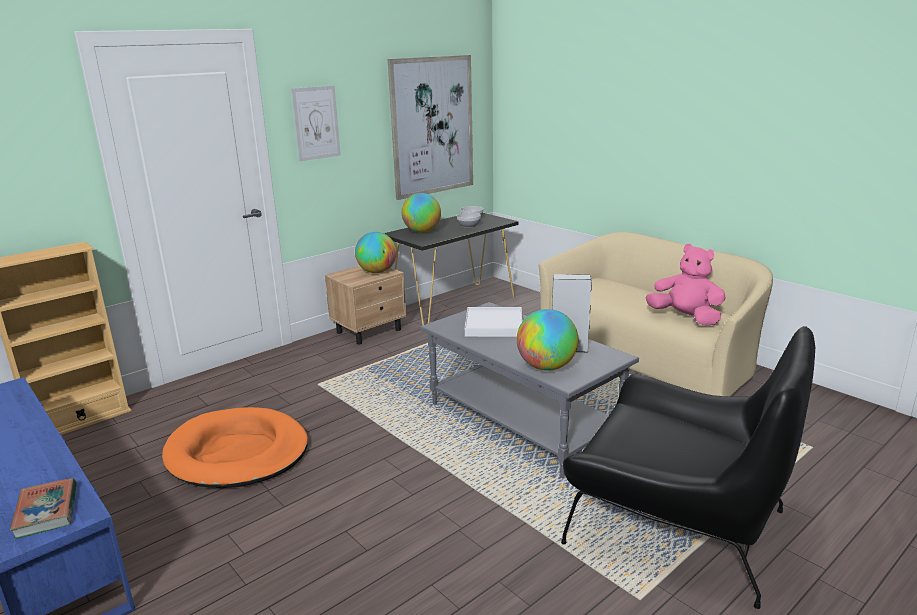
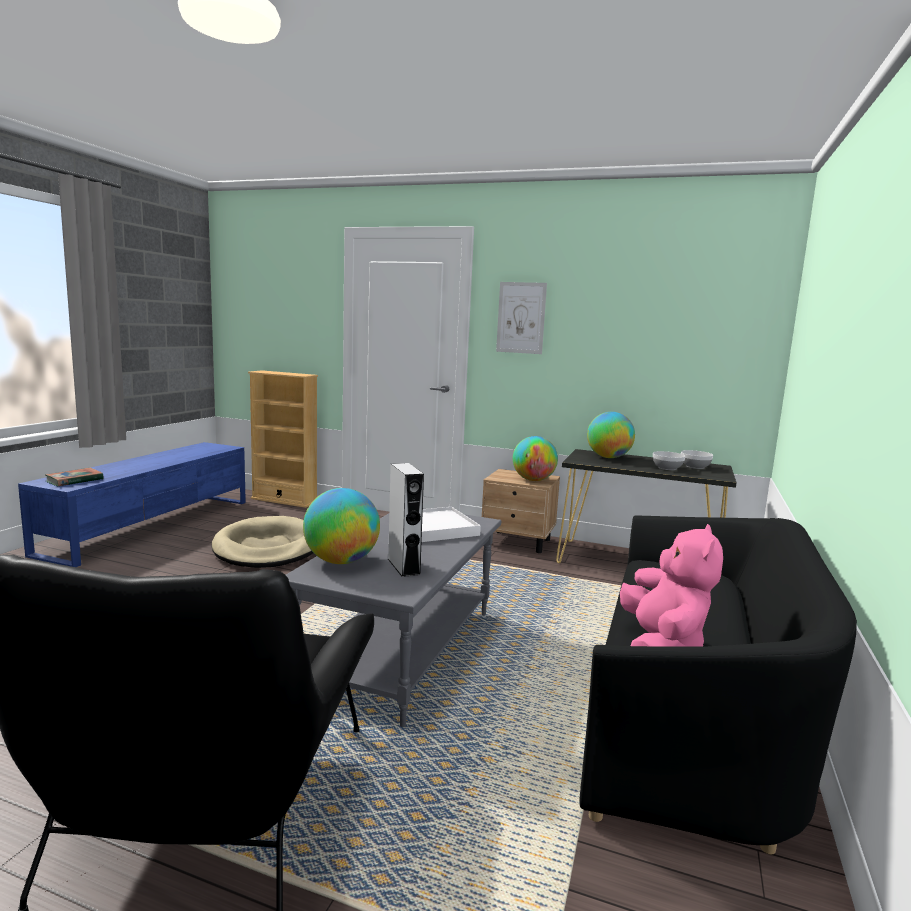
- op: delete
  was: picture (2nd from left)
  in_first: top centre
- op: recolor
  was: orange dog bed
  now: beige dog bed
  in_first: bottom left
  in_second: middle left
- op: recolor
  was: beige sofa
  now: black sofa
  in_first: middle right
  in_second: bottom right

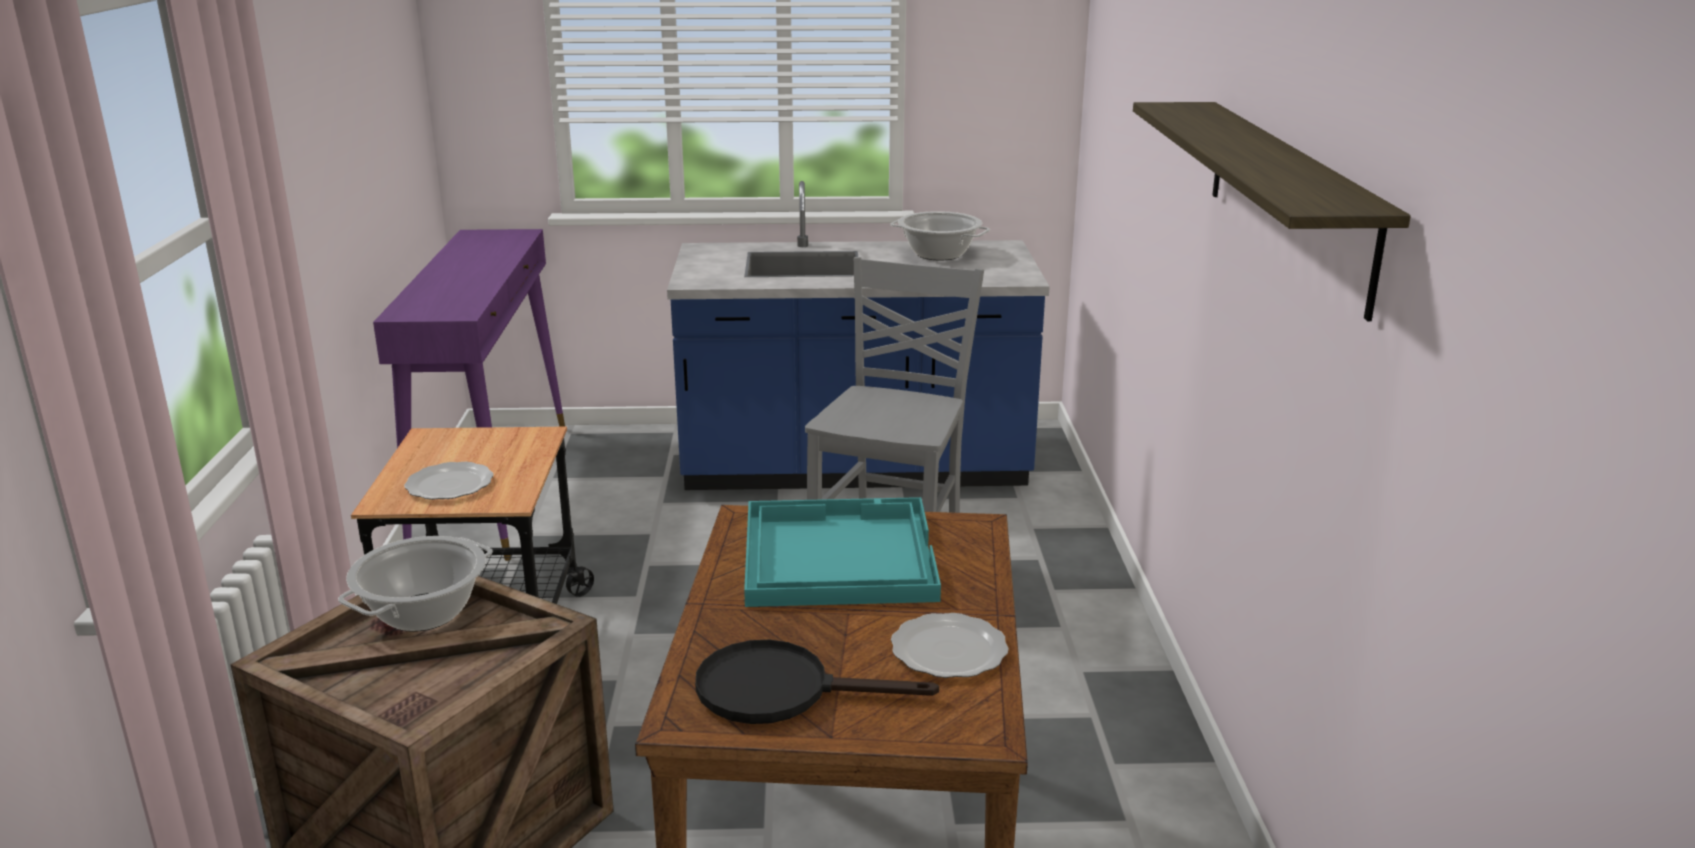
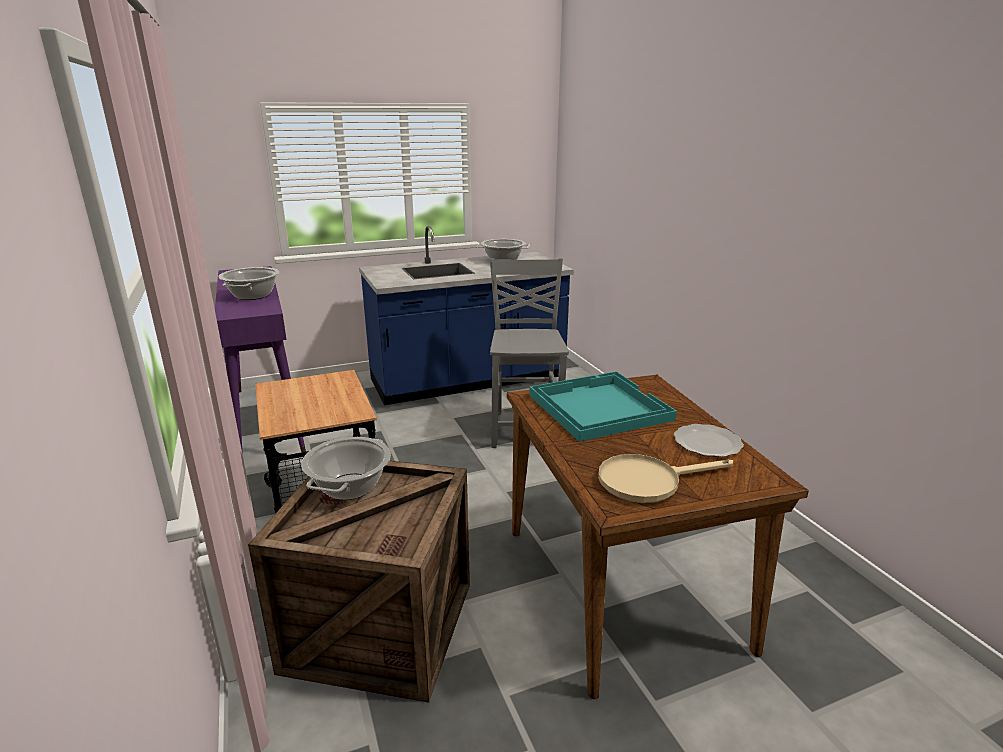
- op: delete
  was: plate (1st from left)
  in_first: middle left
- op: delete
  was: shelf
  in_first: top right
- op: insert
  now: cooking pot (1st from left)
  in_second: middle left
- op: recolor
  was: black frying pan
  now: beige frying pan
  in_first: bottom centre
  in_second: centre

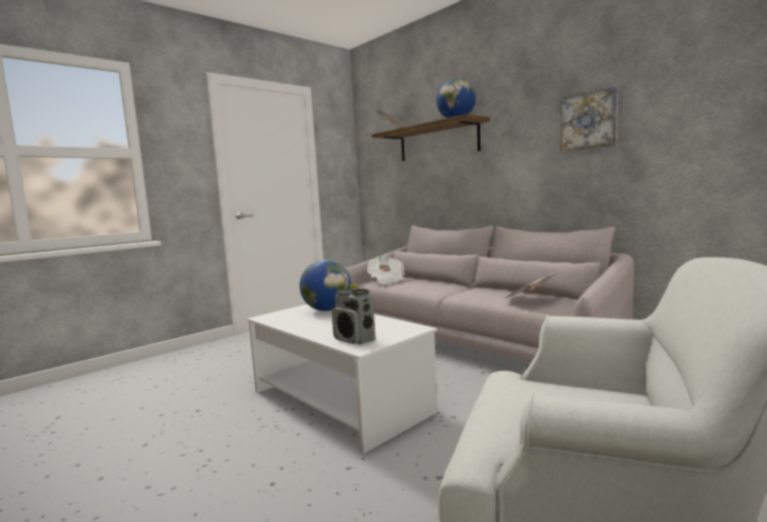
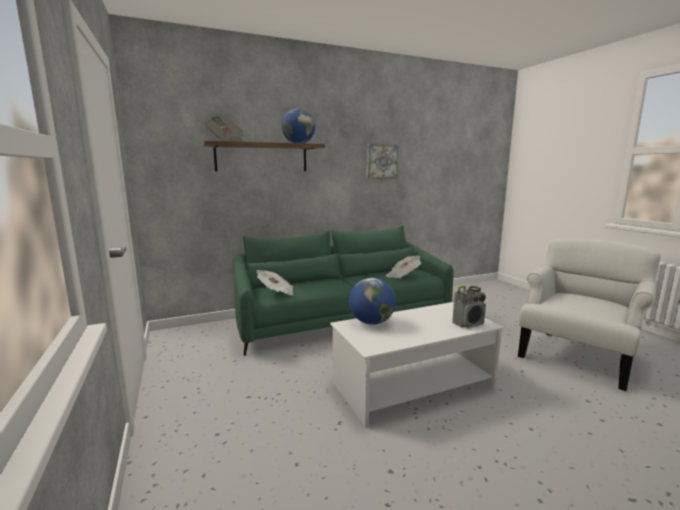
- op: recolor
  was: grey sofa
  now: green sofa
  in_first: centre
  in_second: centre

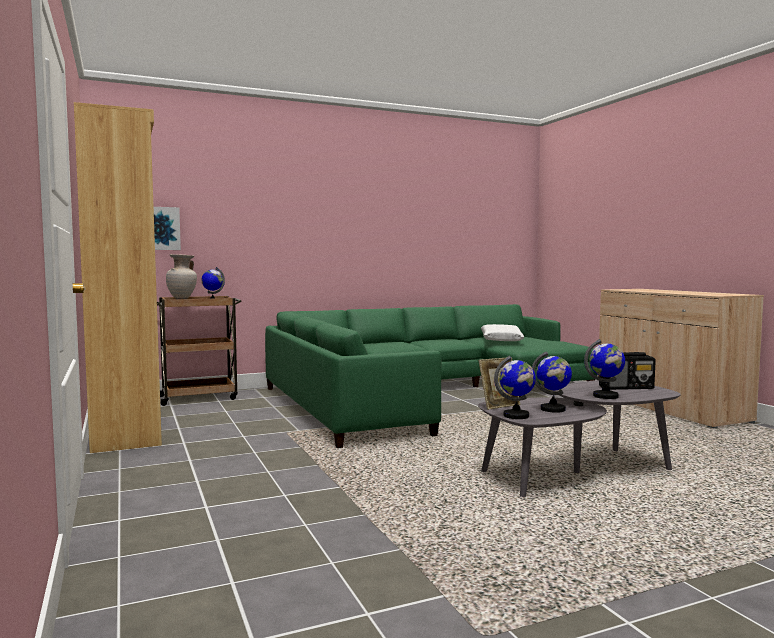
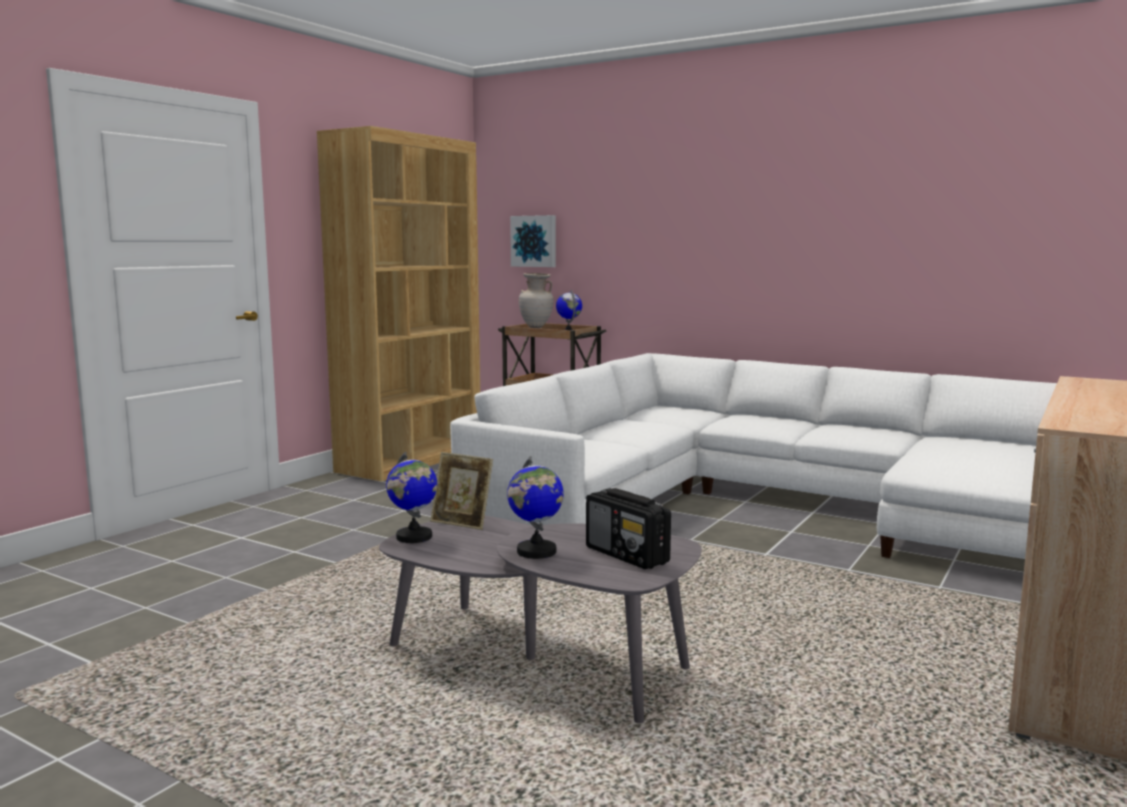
- op: delete
  was: white pillow
  in_first: centre
- op: delete
  was: globe (3rd from left)
  in_first: middle right
- op: recolor
  was: green sofa
  now: white sofa
  in_first: centre
  in_second: middle right

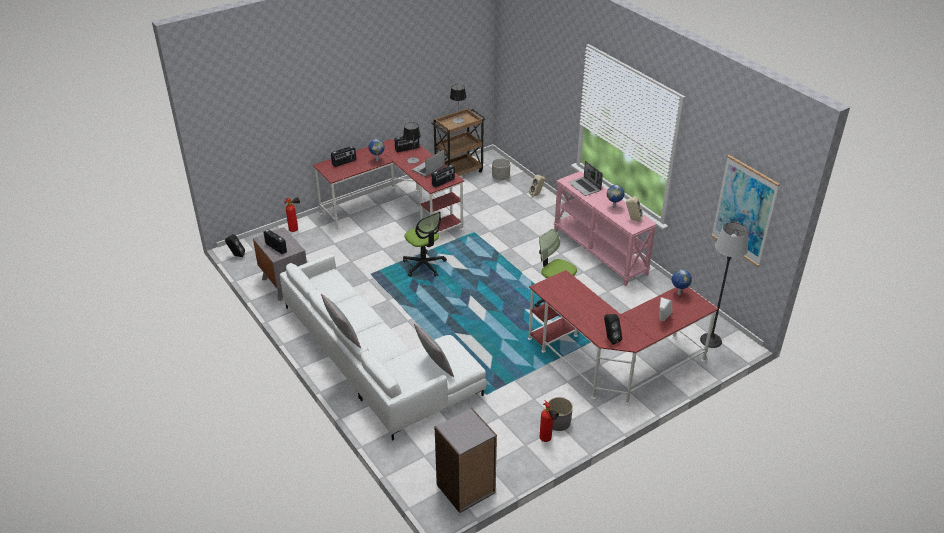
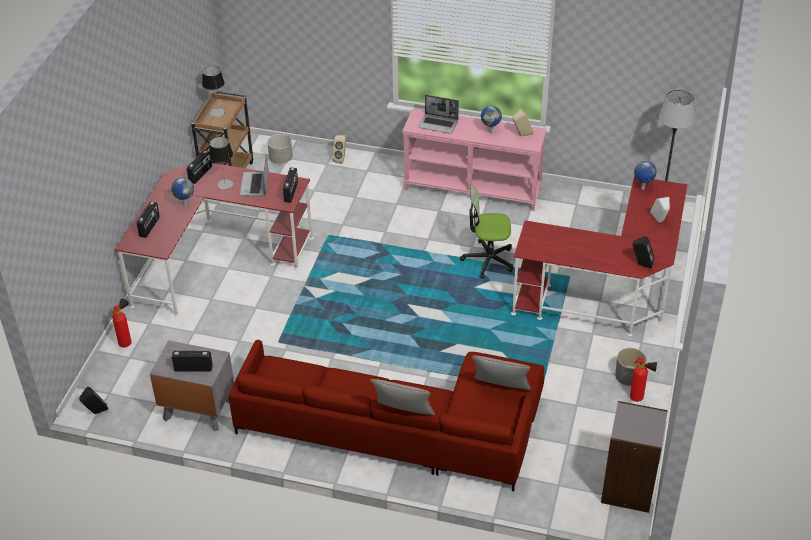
- op: delete
  was: office chair (1st from left)
  in_first: centre
- op: delete
  was: picture
  in_first: middle right
- op: recolor
  was: white sofa
  now: red sofa
  in_first: centre
  in_second: bottom centre

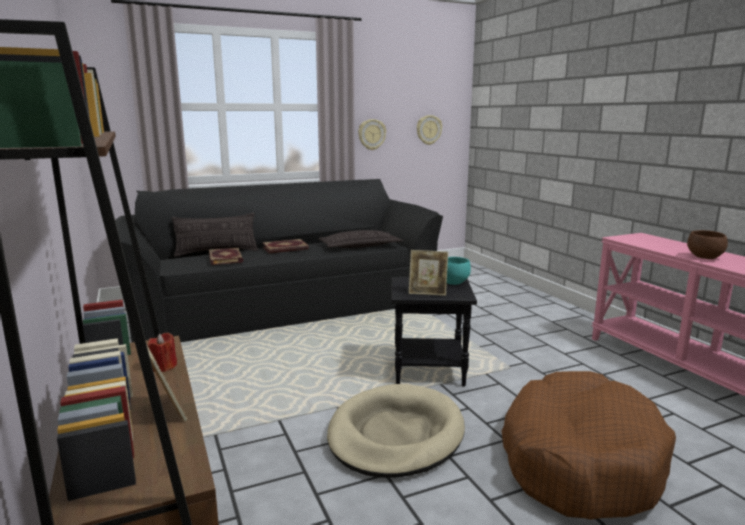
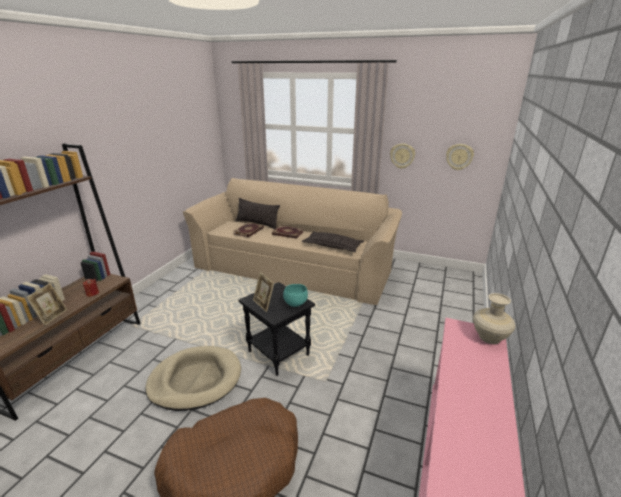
- op: delete
  was: brown bowl
  in_first: middle right
- op: insert
  now: beige vase
  in_second: middle right
- op: recolor
  was: black sofa
  now: beige sofa
  in_first: centre
  in_second: centre

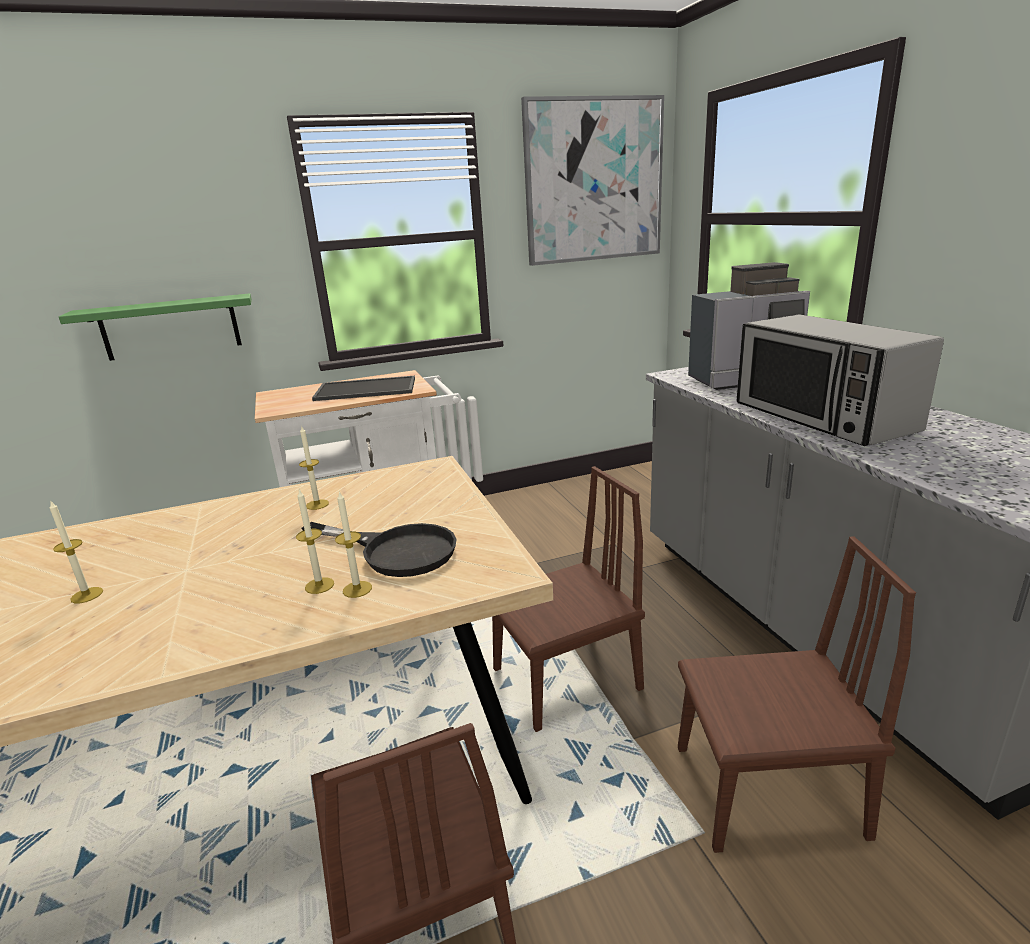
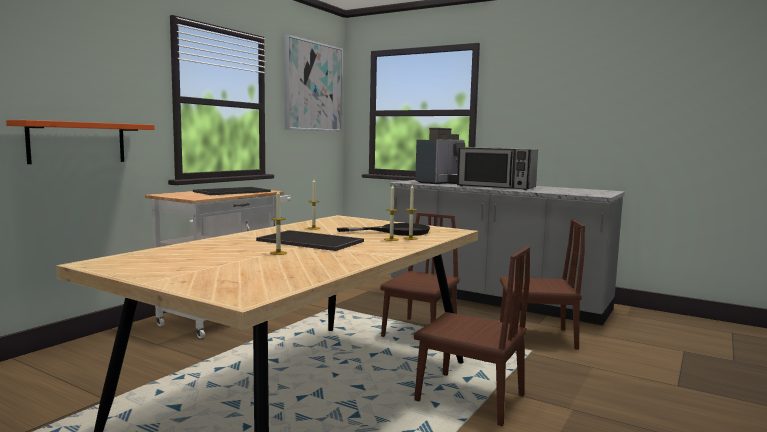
- op: insert
  now: tray (2nd from left)
  in_second: centre
- op: recolor
  was: green shelf
  now: orange shelf
  in_first: middle left
  in_second: top left
- op: rotate
  was: brown chair (3rd from left)
  in_first: bottom right
  in_second: middle right
  clockwise: 45

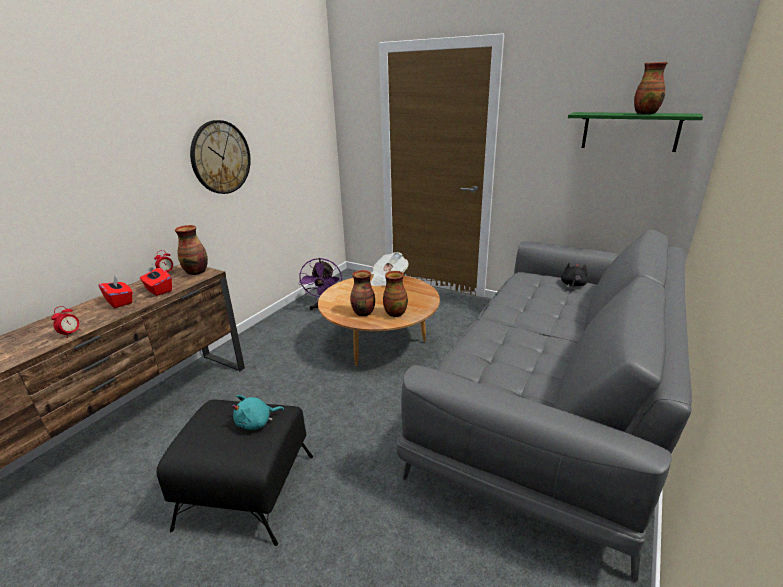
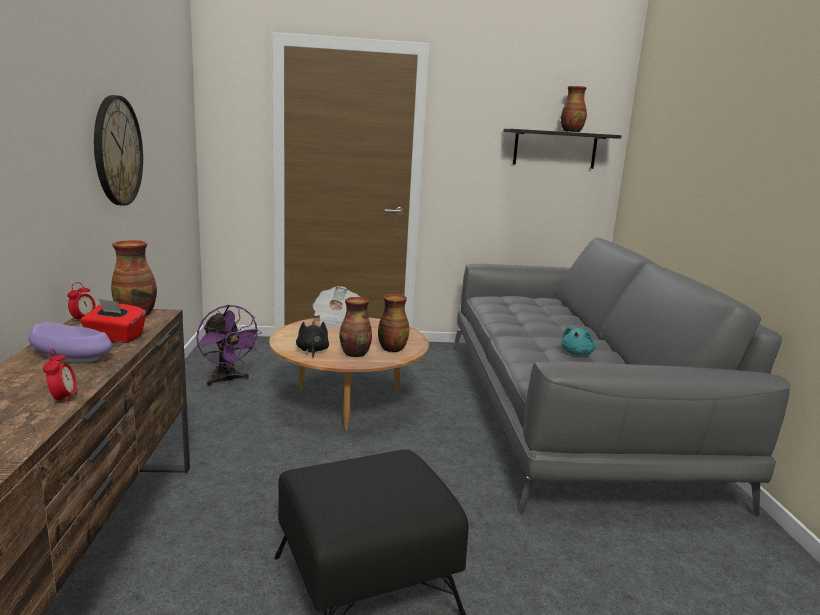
- op: move
  was: turquoise plush toy
  in_first: bottom left
  in_second: middle right
- op: move
  was: black plush toy
  in_first: middle right
  in_second: centre
- op: replace
  was: red tissue box (1st from left)
  now: purple bowl
  in_first: middle left
  in_second: middle left
- op: recolor
  was: green shelf
  now: black shelf
  in_first: top right
  in_second: top right

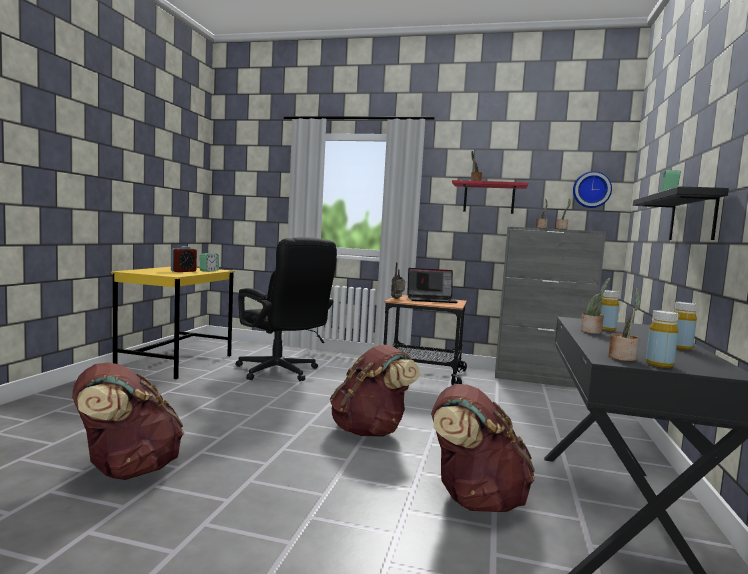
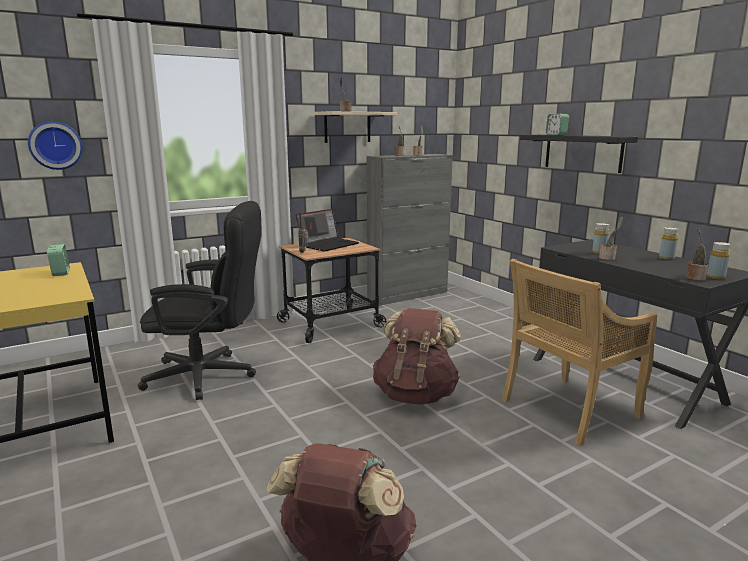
- op: delete
  was: alarm clock (1st from left)
  in_first: middle left
- op: move
  was: wall clock
  in_first: top right
  in_second: top left
- op: replace
  was: brown backpack (3rd from left)
  now: beige chair
  in_first: bottom centre
  in_second: middle right
- op: recolor
  was: red shelf
  now: beige shelf
  in_first: centre
  in_second: top centre

